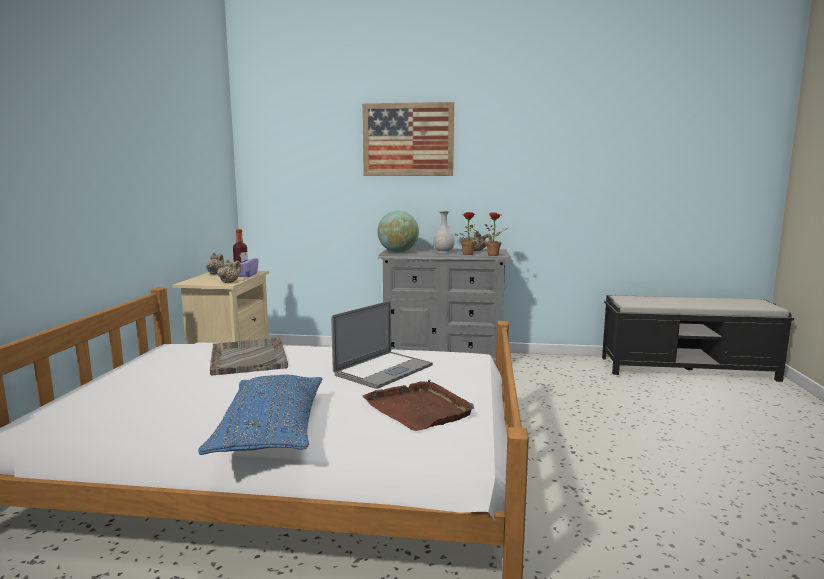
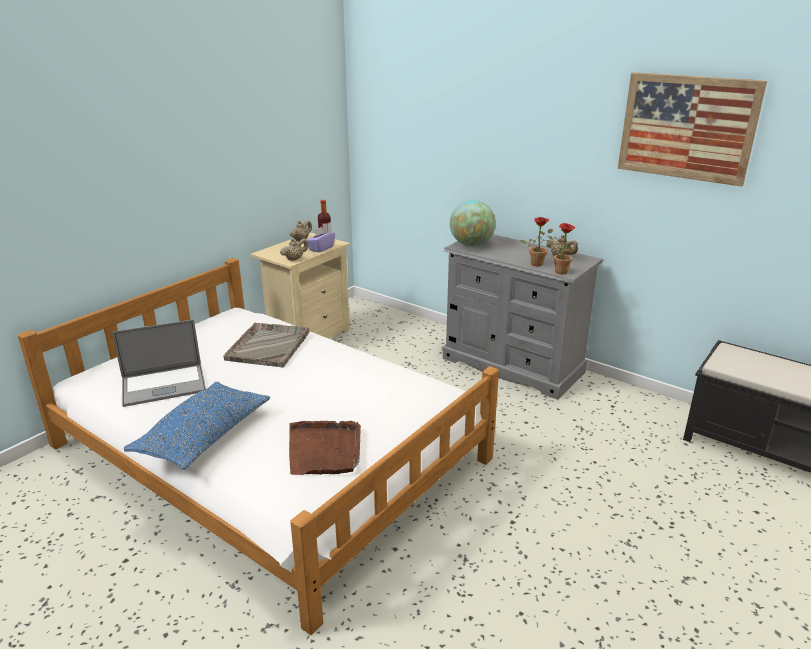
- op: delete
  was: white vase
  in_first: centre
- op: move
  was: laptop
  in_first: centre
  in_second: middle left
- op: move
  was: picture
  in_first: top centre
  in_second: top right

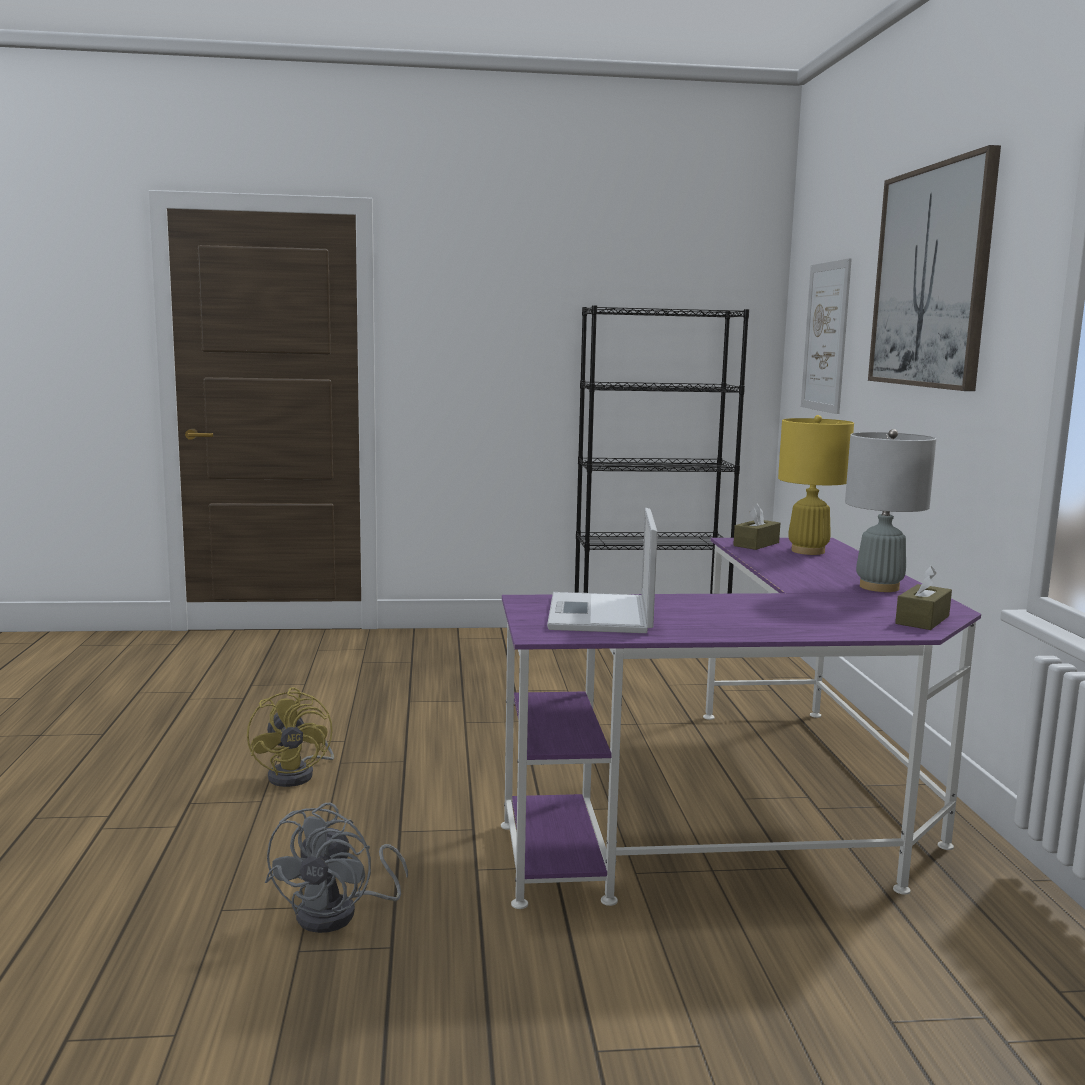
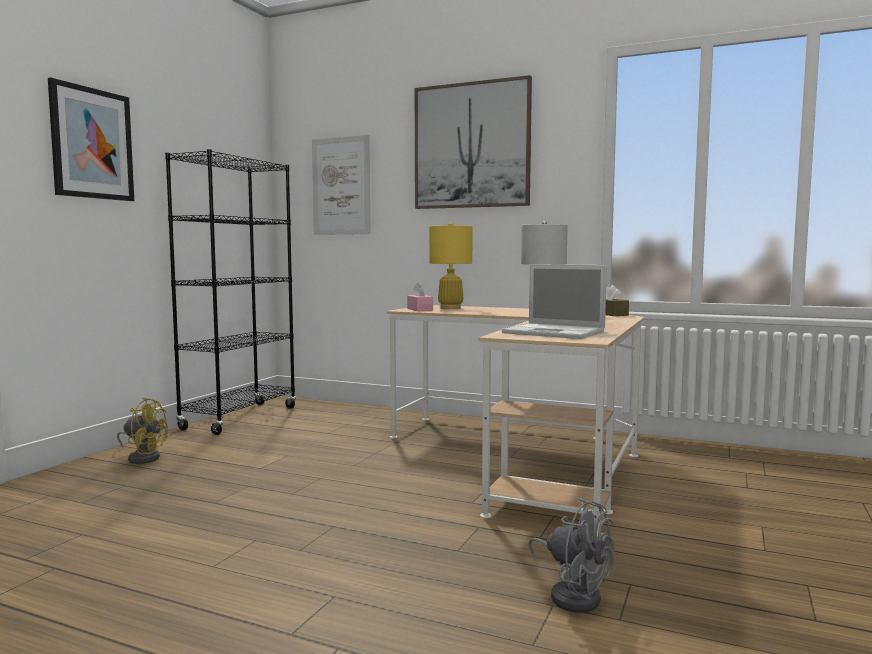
- op: insert
  now: picture (1st from left)
  in_second: top left
- op: move
  was: yellow fan
  in_first: bottom left
  in_second: middle left
- op: recolor
  was: purple desk
  now: beige desk
  in_first: middle right
  in_second: centre
- op: recolor
  was: brown tissue box (1st from left)
  now: pink tissue box
  in_first: middle right
  in_second: centre

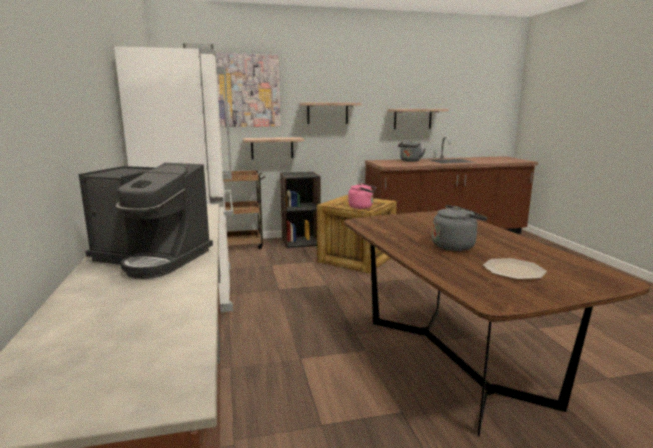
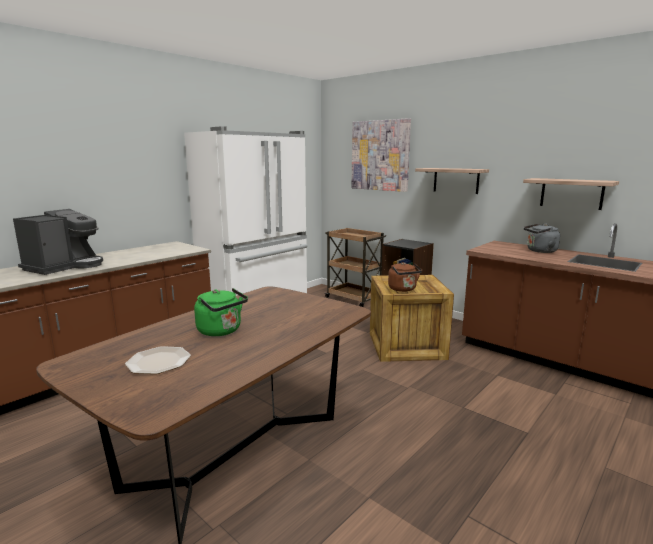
- op: delete
  was: shelf (1st from left)
  in_first: top centre
- op: recolor
  was: pink kettle
  now: brown kettle
  in_first: centre
  in_second: centre
- op: recolor
  was: grey kettle (2nd from left)
  now: green kettle
  in_first: middle right
  in_second: centre
- op: rotate
  was: coffee machine
  in_first: middle left
  in_second: middle left
  clockwise: -135

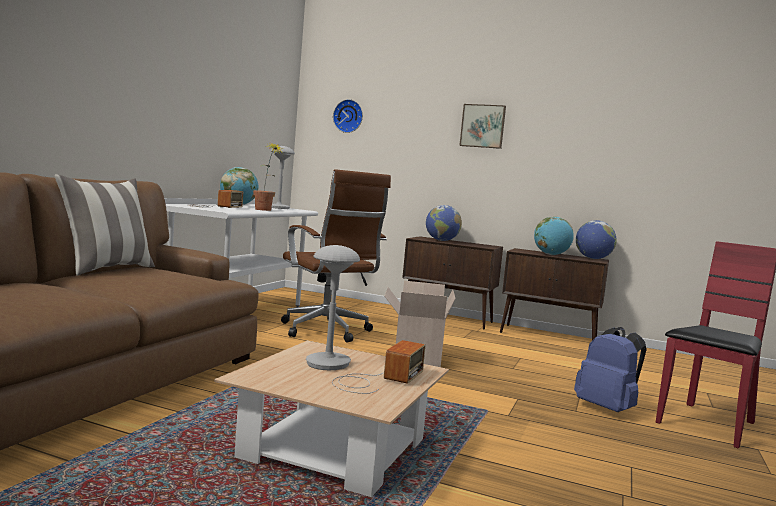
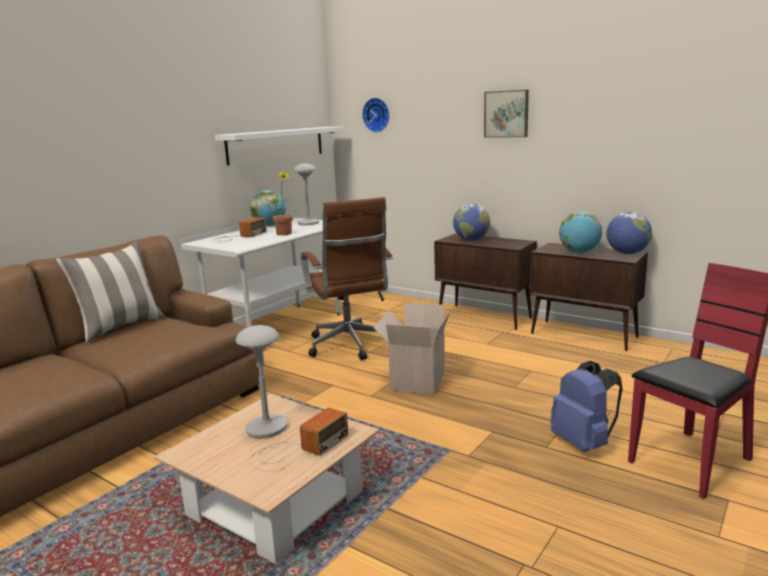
- op: insert
  now: white shelf
  in_second: top centre

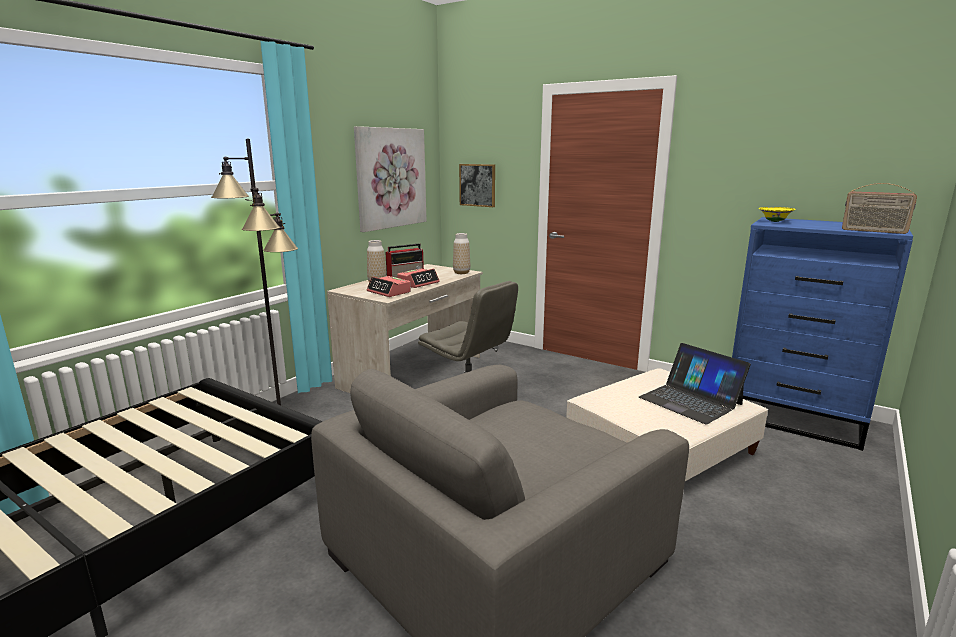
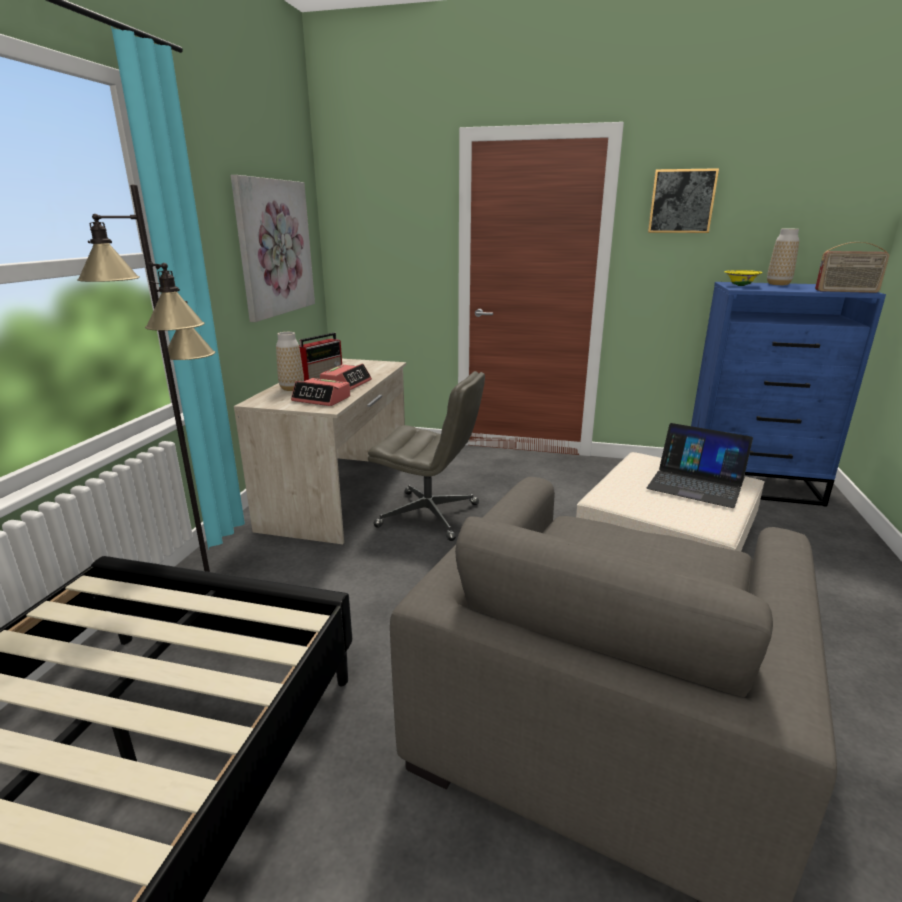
- op: move
  was: vase (2nd from left)
  in_first: centre
  in_second: top right
- op: move
  was: picture (2nd from left)
  in_first: top centre
  in_second: top right

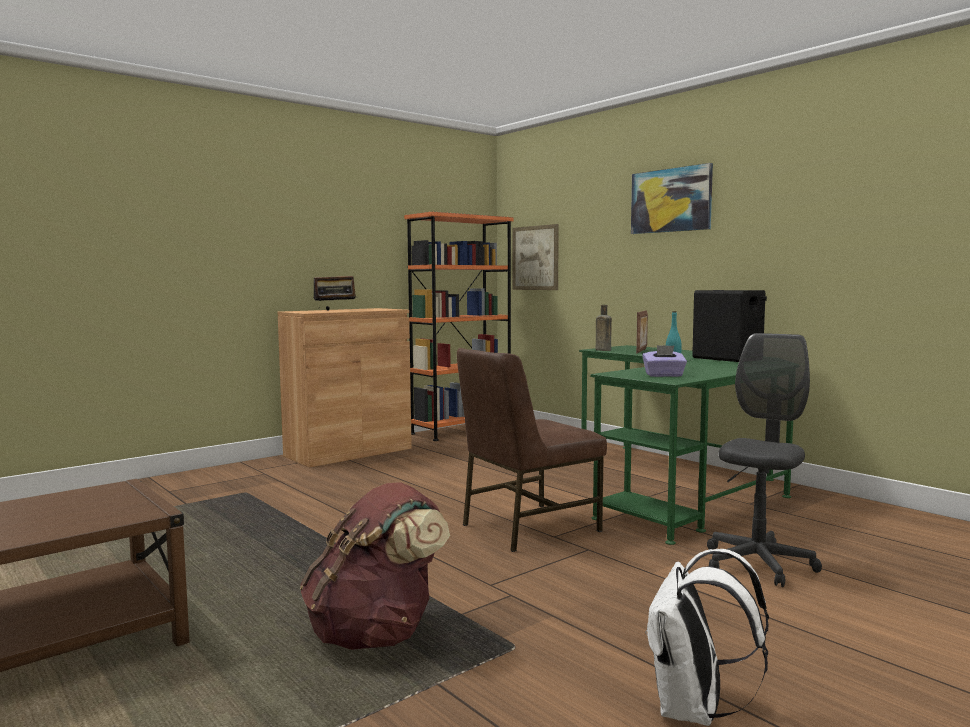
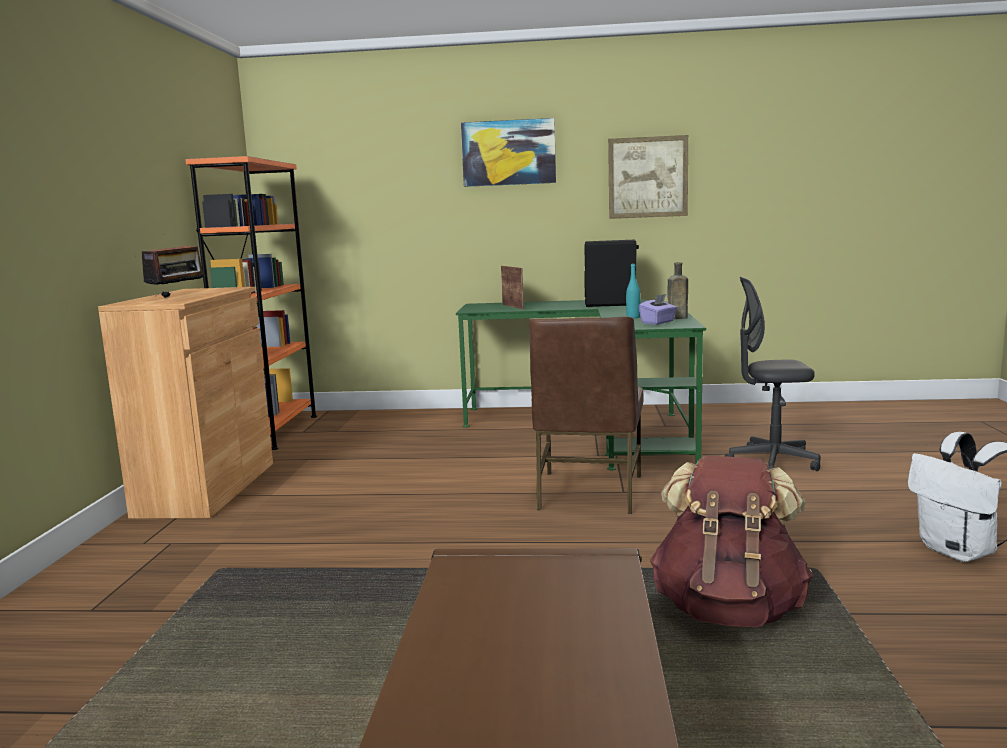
- op: move
  was: picture (1st from left in the first image)
  now: picture (2nd from left)
  in_first: centre
  in_second: top centre
- op: move
  was: brown bottle
  in_first: centre
  in_second: middle right
- op: rotate
  was: grey office chair
  in_first: middle right
  in_second: middle right
  clockwise: -75

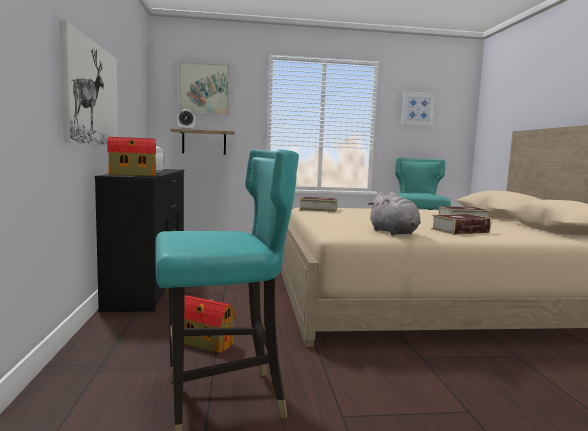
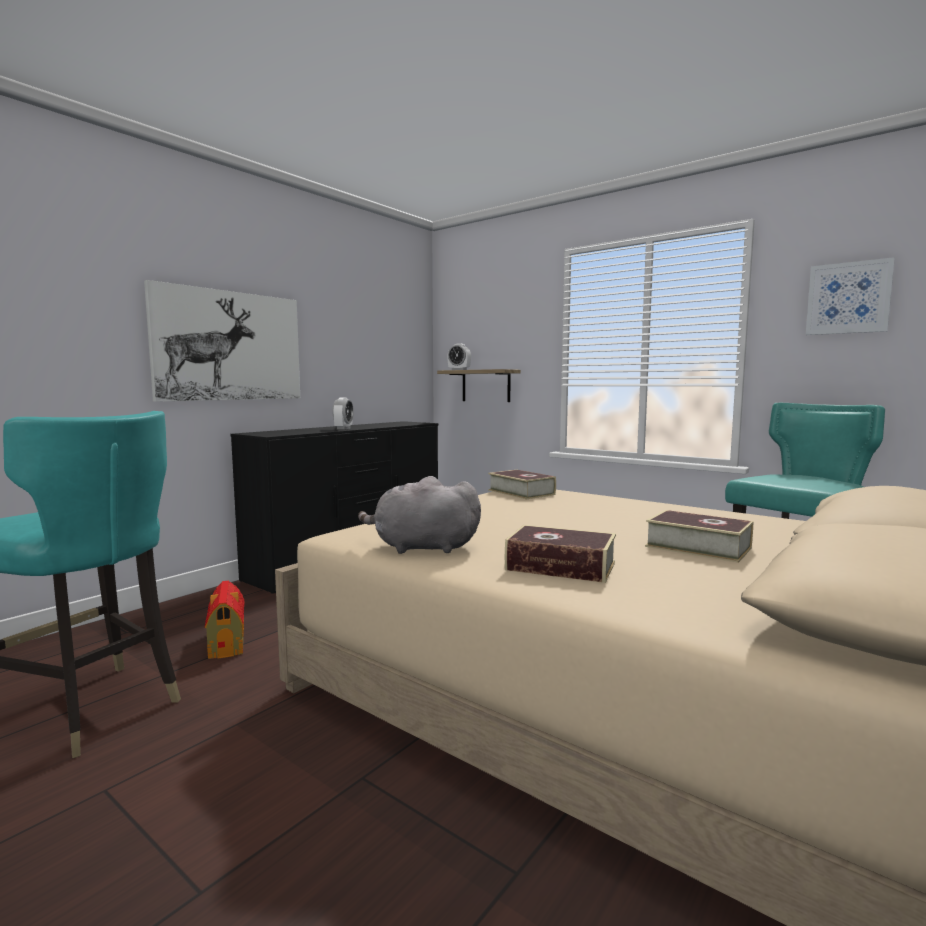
- op: delete
  was: toy house (1st from left)
  in_first: middle left
- op: delete
  was: picture (2nd from left)
  in_first: top centre
- op: rotate
  was: grey plush toy
  in_first: middle right
  in_second: centre
  clockwise: 75

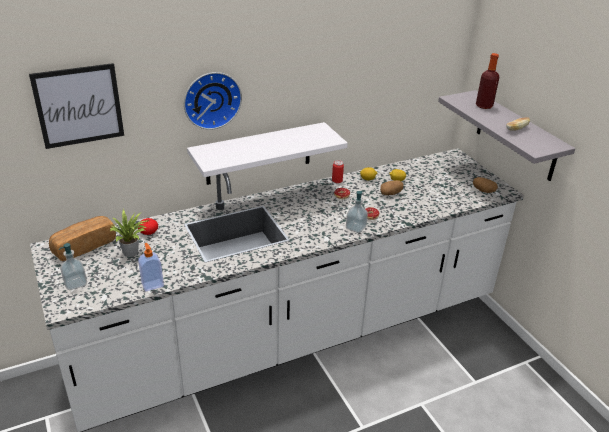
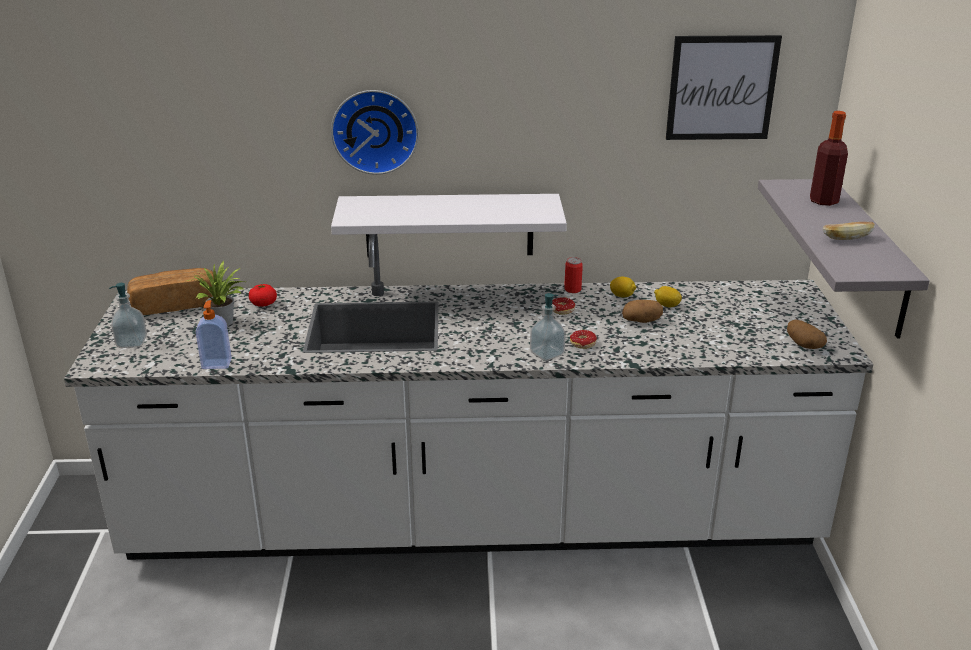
- op: move
  was: picture
  in_first: top left
  in_second: top right

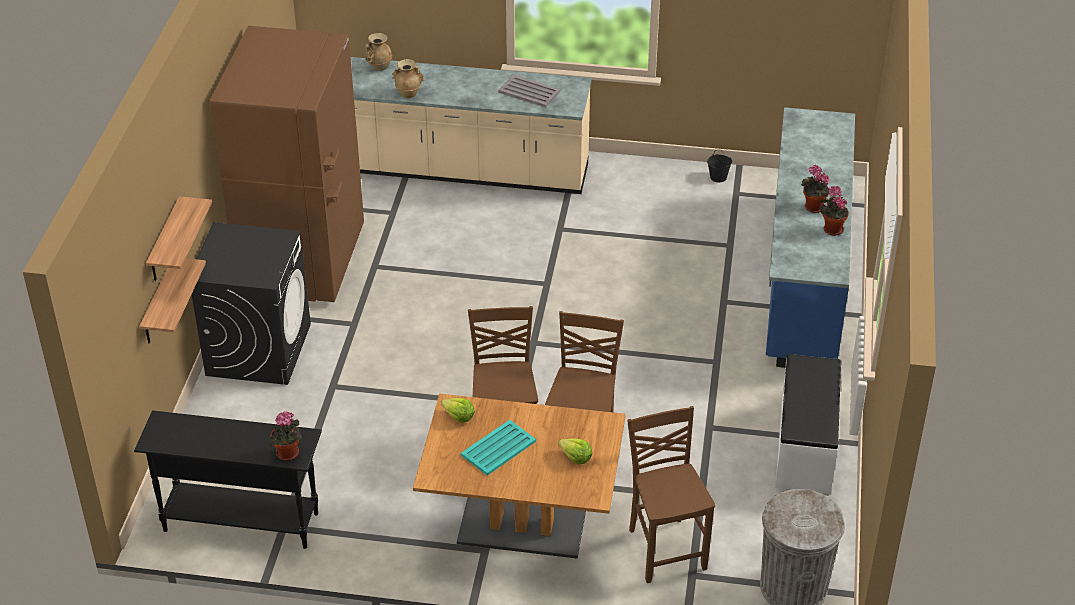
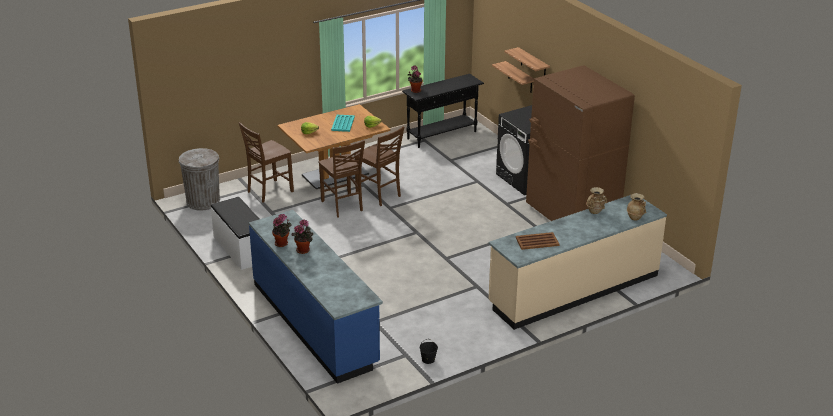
- op: recolor
  was: grey tray
  now: brown tray
  in_first: top centre
  in_second: centre
- op: rotate
  was: brown chair (3rd from left in the first image)
  in_first: bottom centre
  in_second: middle left
  clockwise: 105

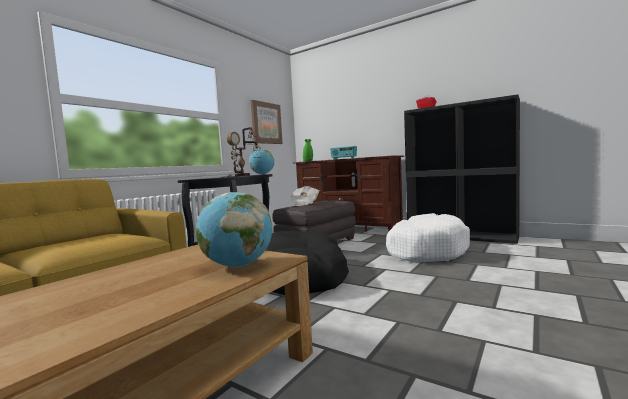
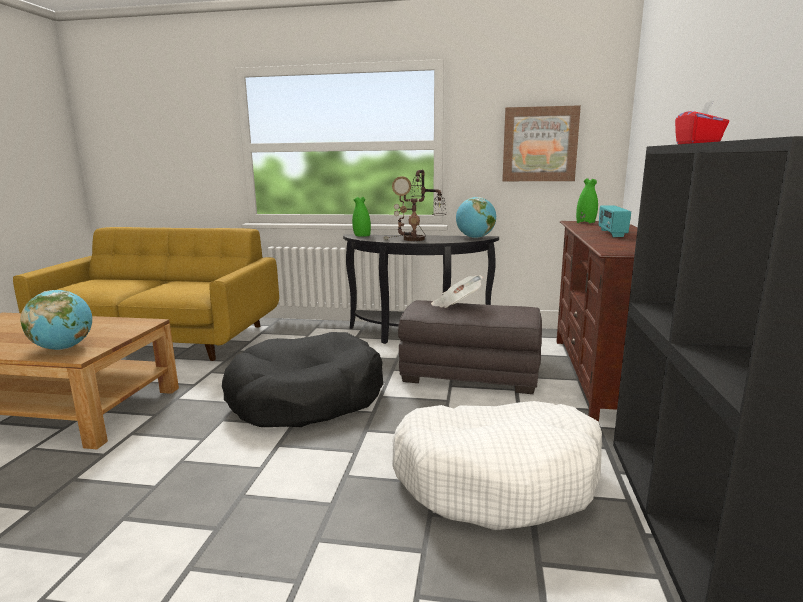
- op: insert
  now: green vase (1st from left)
  in_second: centre

